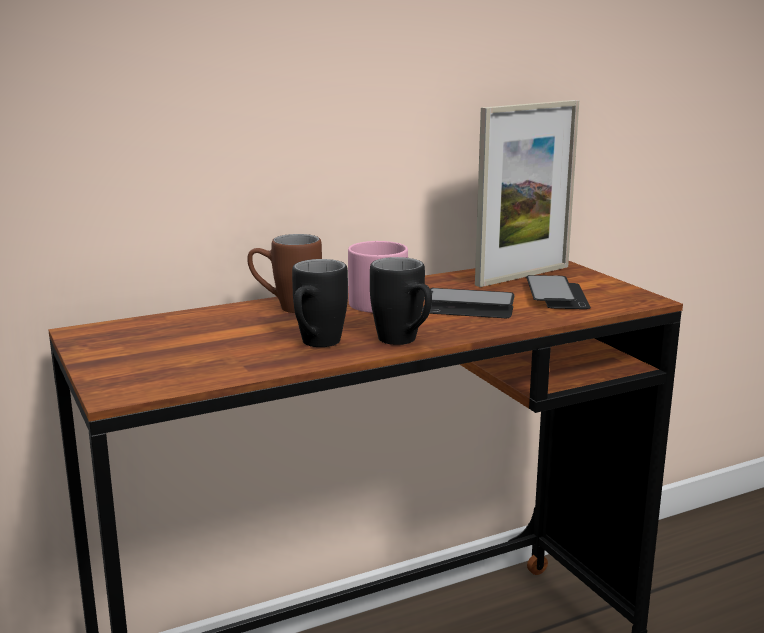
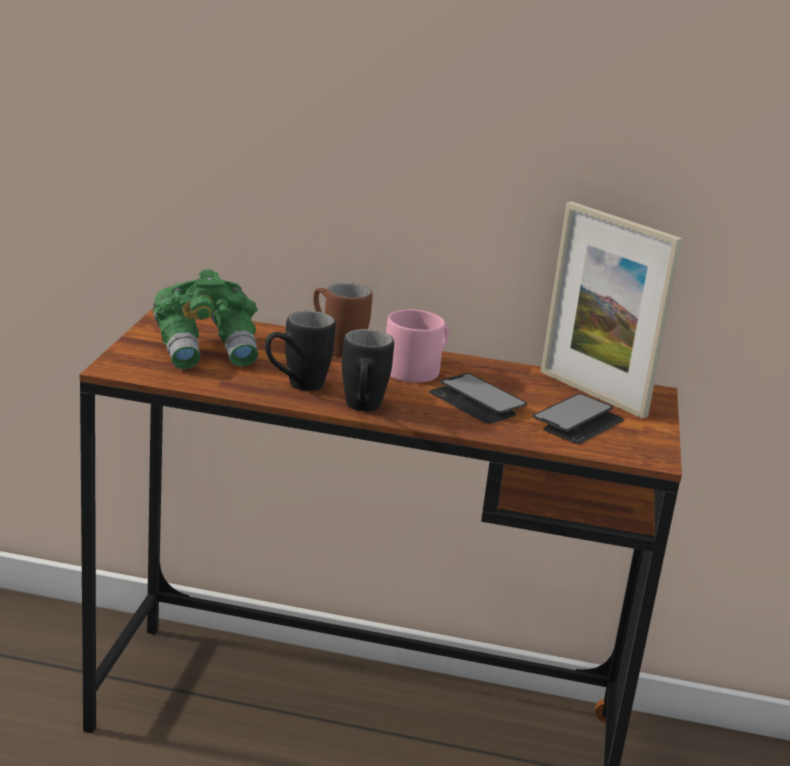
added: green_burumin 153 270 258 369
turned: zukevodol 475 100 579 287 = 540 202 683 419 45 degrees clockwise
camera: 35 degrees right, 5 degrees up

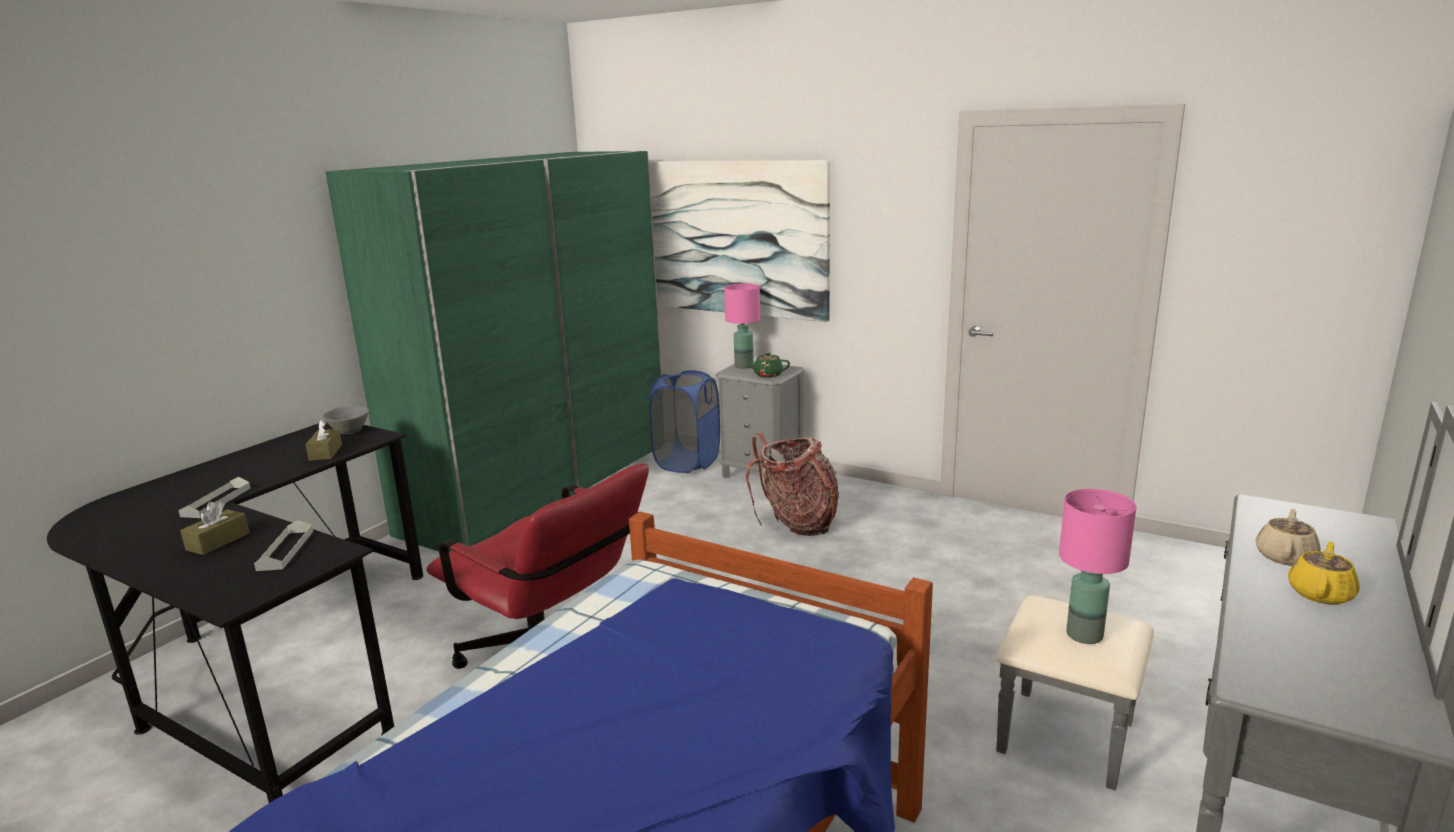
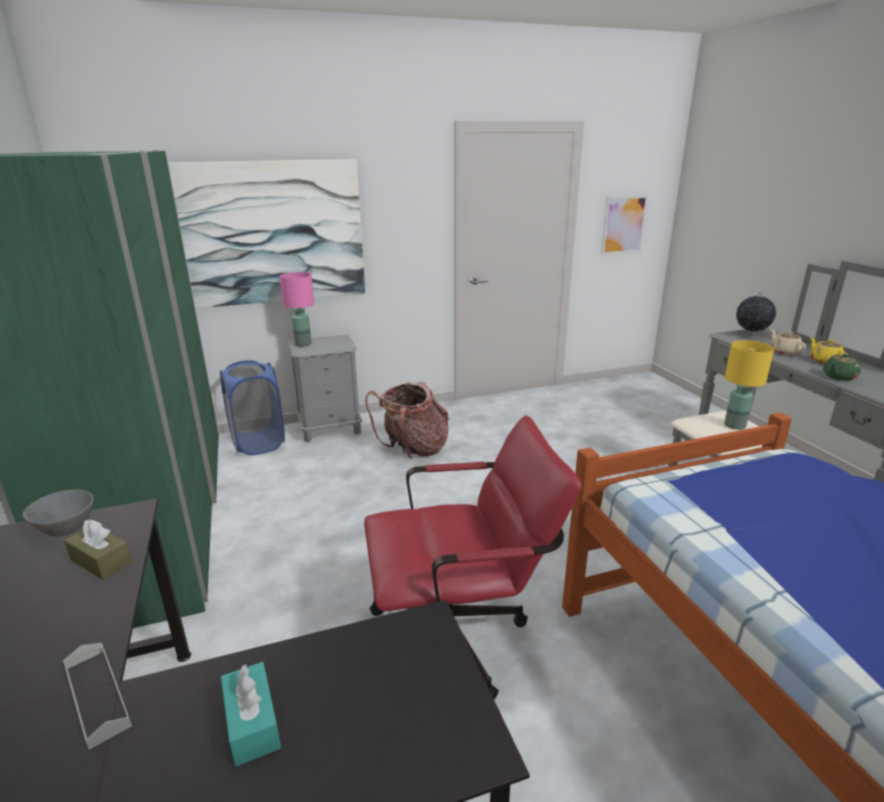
removed: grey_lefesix 254 520 313 571
added: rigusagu 601 195 648 255; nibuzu 736 292 776 336
moved: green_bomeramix 744 352 790 378 to 823 353 860 381
recoloured: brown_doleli 180 501 250 555 to turquoise_doleli 221 662 281 766; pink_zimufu 1059 489 1136 644 to yellow_zimufu 724 340 774 430
camera: 50 degrees left, 5 degrees up

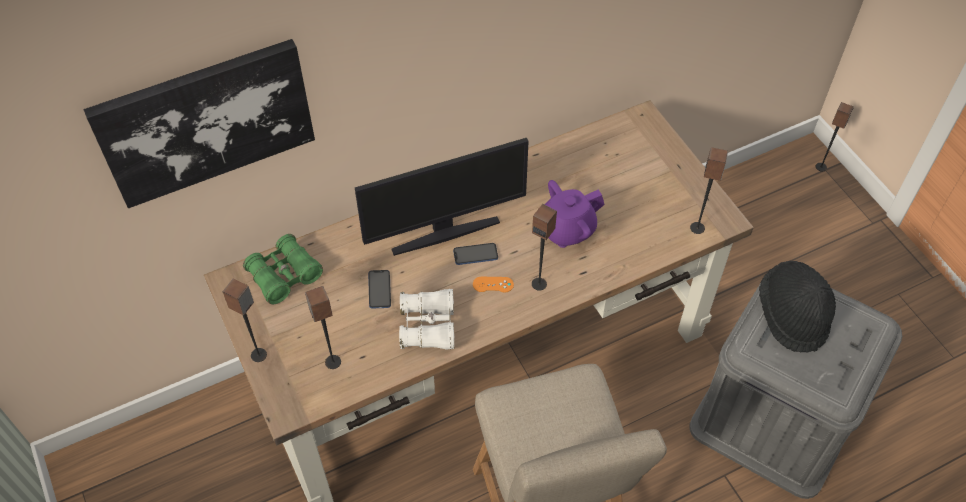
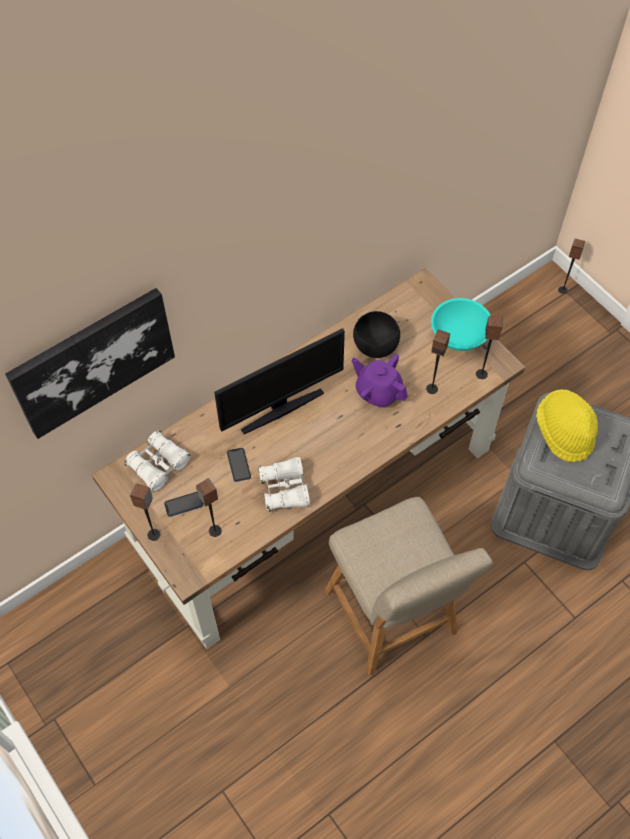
removed: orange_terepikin 473 277 514 292
added: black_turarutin 353 311 400 358; turquoise_turarutin 431 298 491 351
moved: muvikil 453 243 498 265 to 164 492 203 517; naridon 532 204 557 291 to 426 329 450 394
recoloured: green_burumin 243 234 323 304 to white_burumin 124 430 190 491; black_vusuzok 759 261 836 353 to yellow_vusuzok 536 389 598 462
turned: purple_bomeramix 545 180 605 248 = 352 354 408 408 75 degrees clockwise
camera: 10 degrees left, 5 degrees up

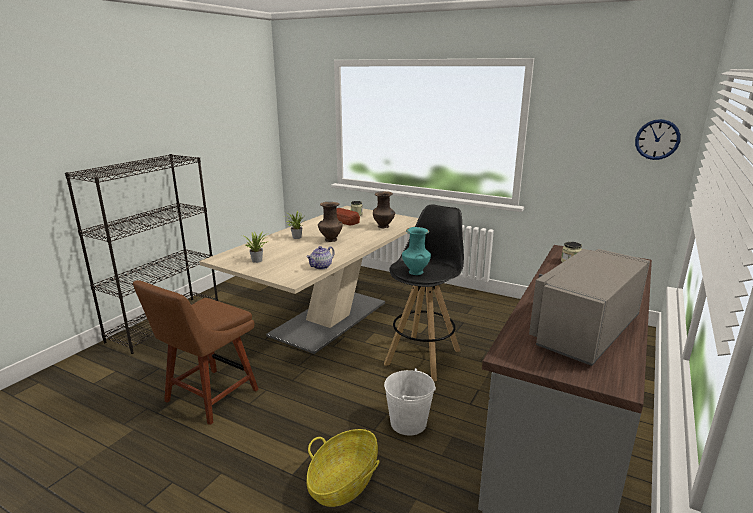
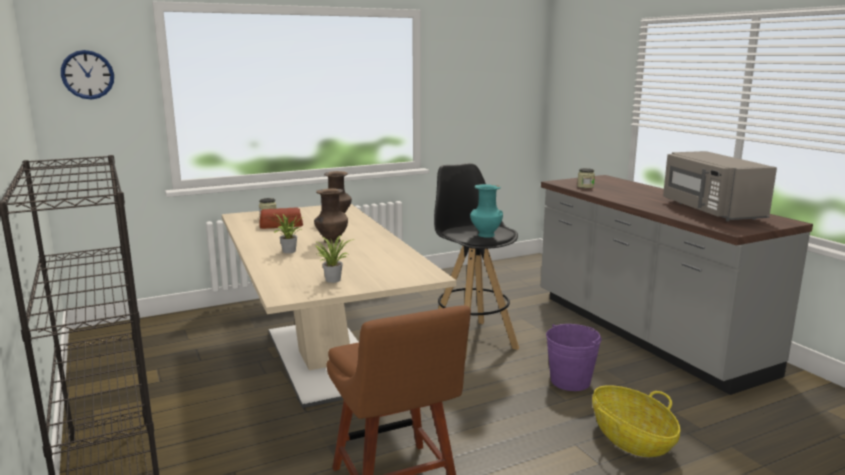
removed: bomeramix 306 246 335 269
moved: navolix 635 119 681 160 to 61 50 114 99
recoloured: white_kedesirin 384 368 436 435 to purple_kedesirin 546 324 601 391
camera: 55 degrees left, 5 degrees down

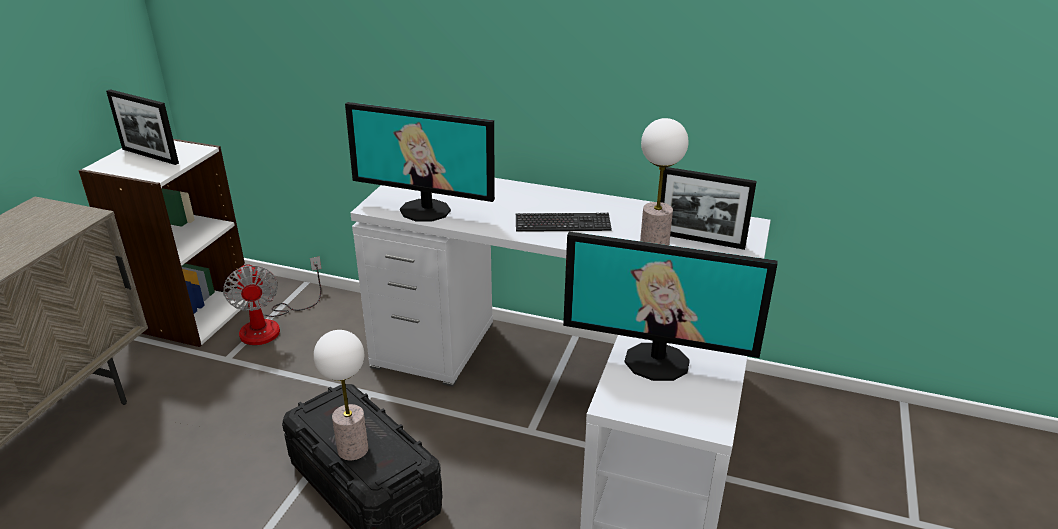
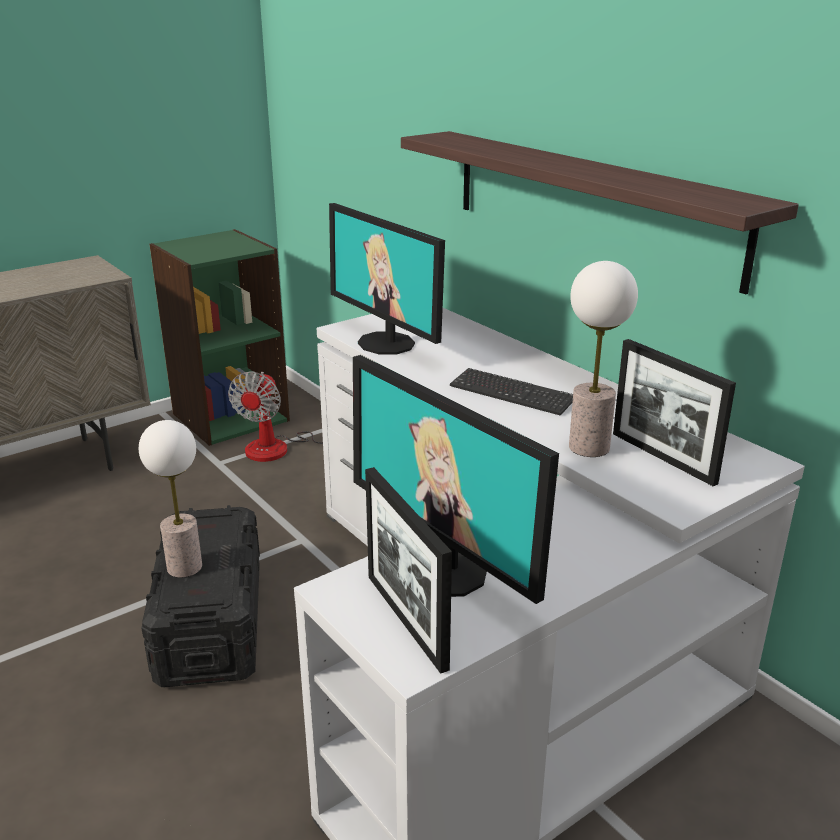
added: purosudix 401 131 799 294
moved: zukevodol 106 89 179 165 to 365 467 452 674
recoloured: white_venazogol 79 139 247 347 to green_venazogol 150 229 290 446
camera: 35 degrees right, 5 degrees down

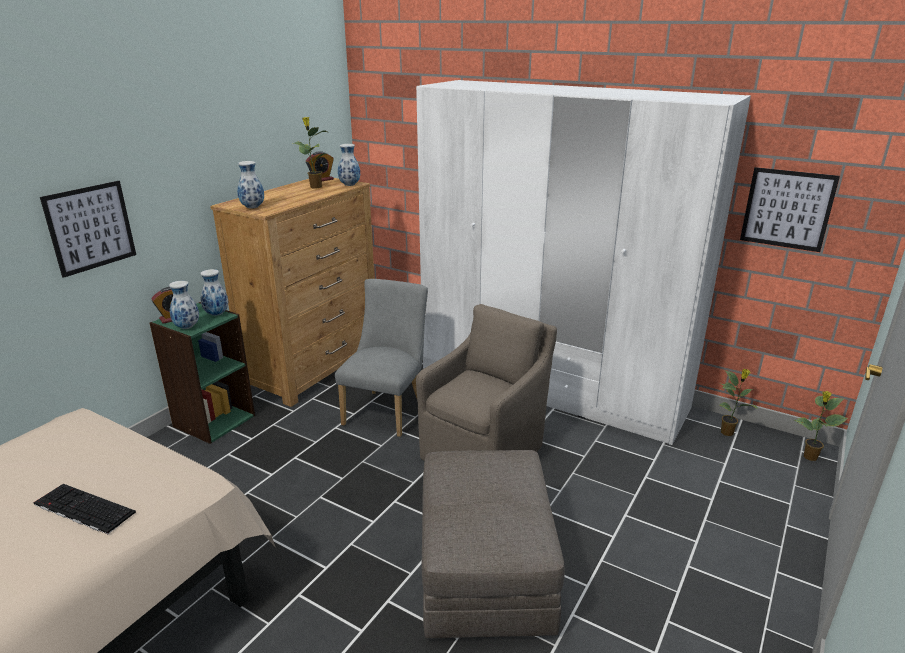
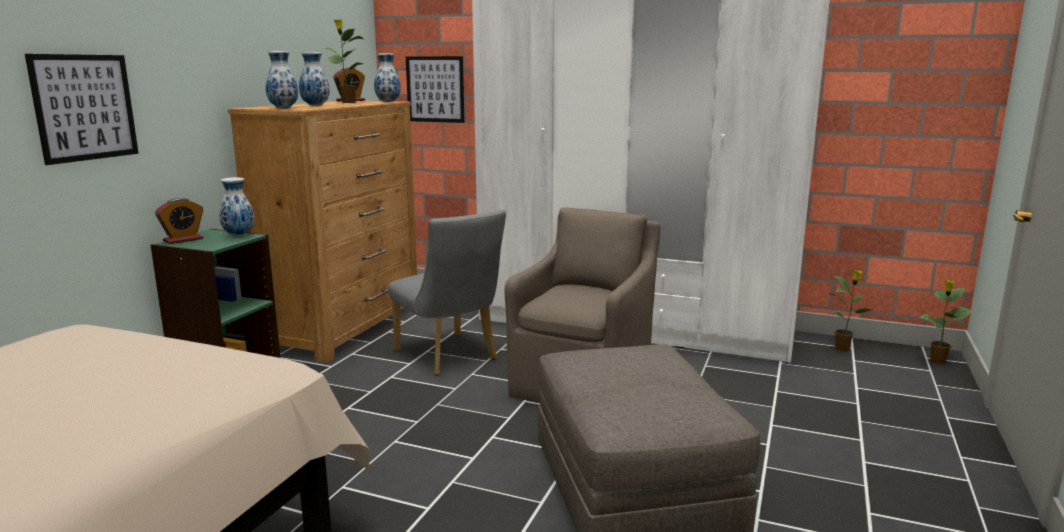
removed: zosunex 33 484 136 534
moved: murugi 169 281 199 329 to 299 52 330 106; rigusagu 740 167 840 252 to 406 56 465 123
turned: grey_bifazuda 335 279 428 437 = 389 209 506 375 135 degrees clockwise
camera: 10 degrees left, 10 degrees down

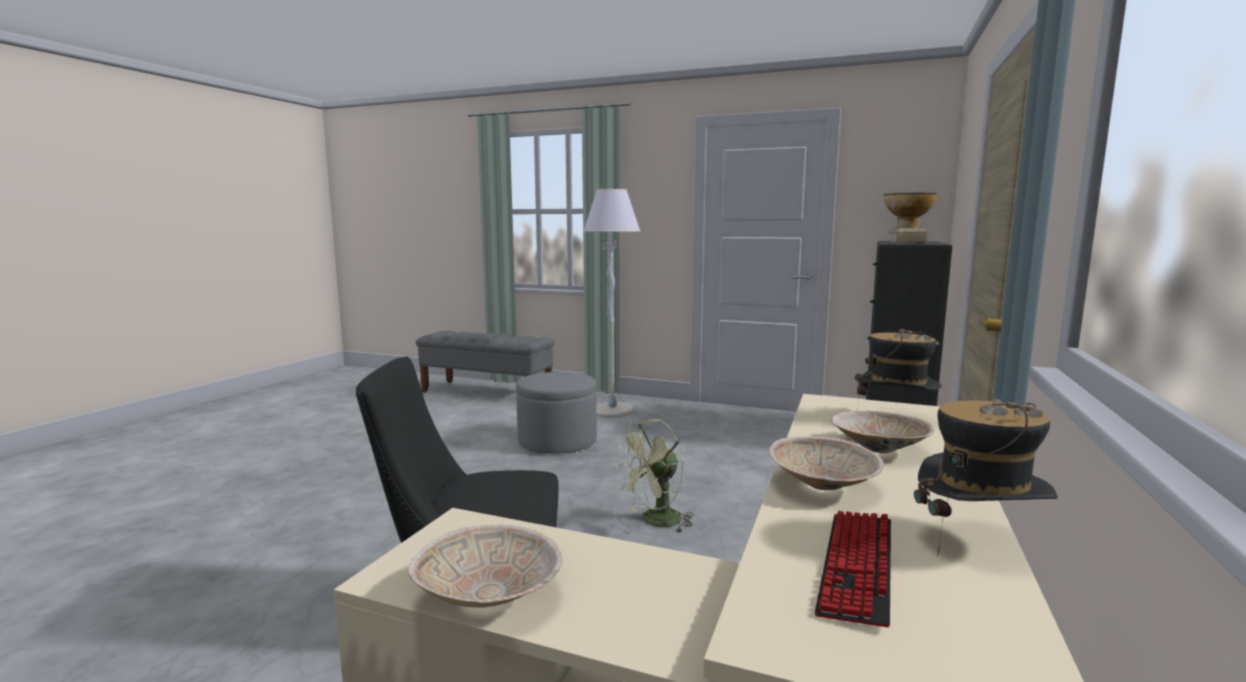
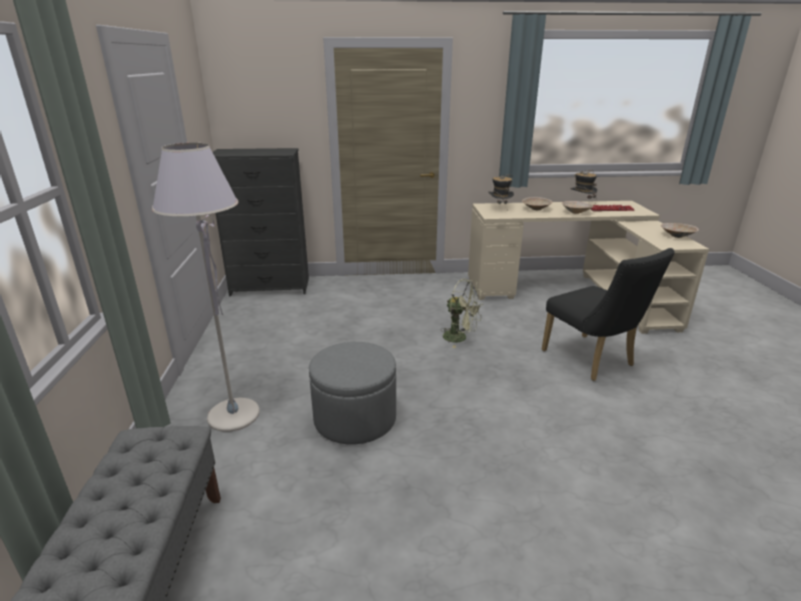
removed: murugi 884 192 938 243
camera: 115 degrees left, 15 degrees up

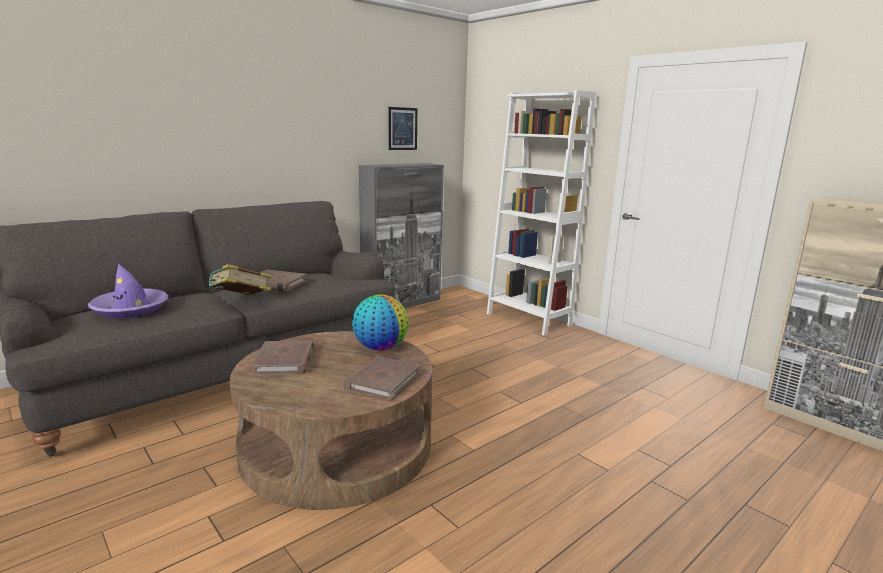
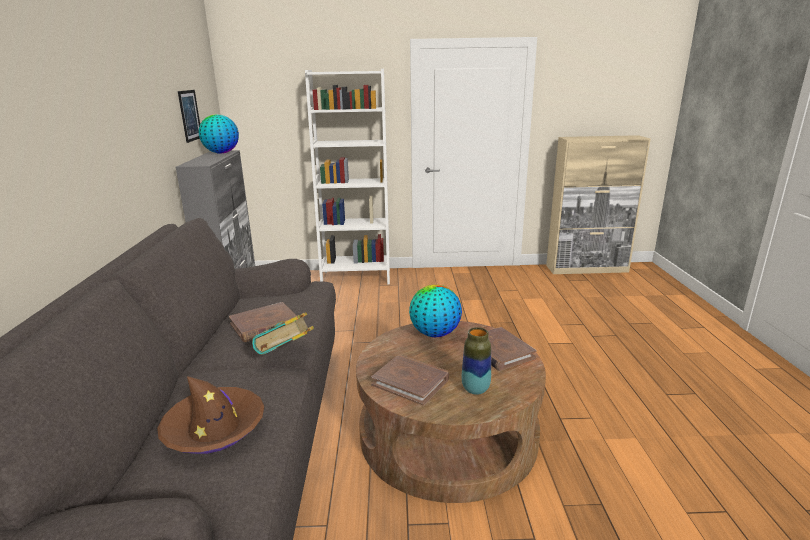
added: nibuzu 199 114 239 153; murugi 462 327 491 395
recoloured: purple_vusuzok 88 264 169 318 to brown_vusuzok 157 376 264 454
camera: 50 degrees left, 5 degrees up

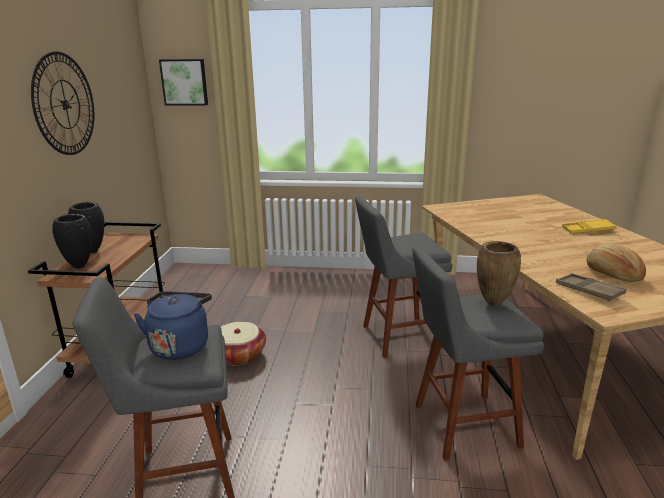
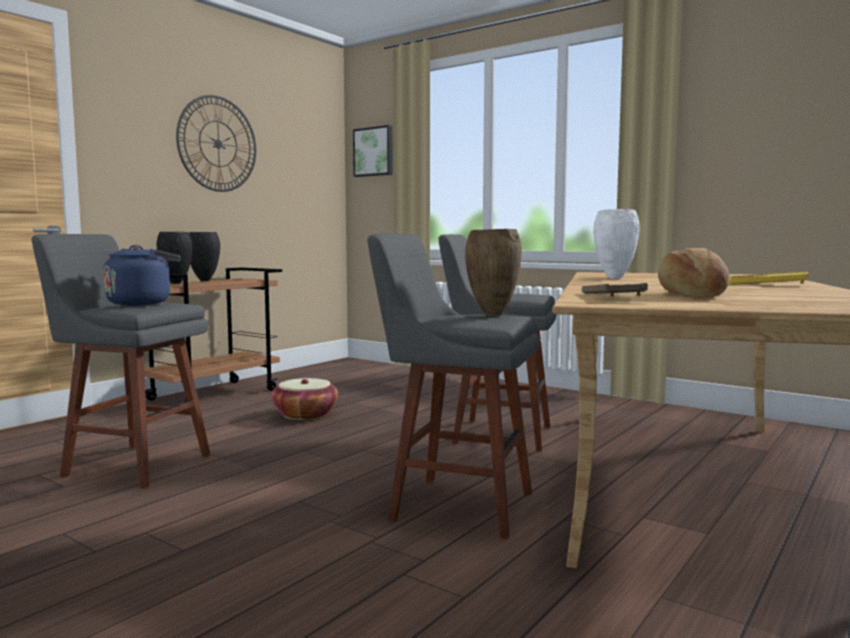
added: white_murugi 593 209 640 279
camera: 30 degrees right, 15 degrees down

